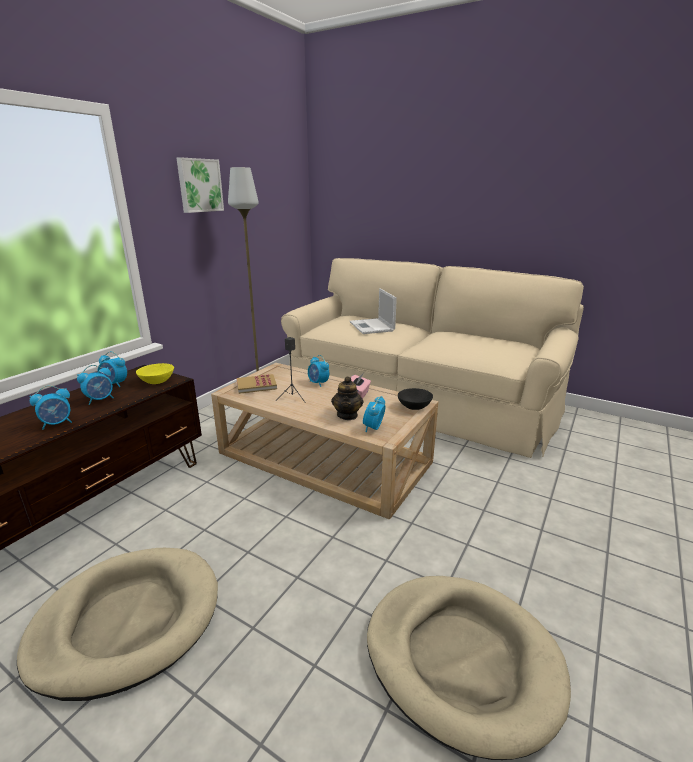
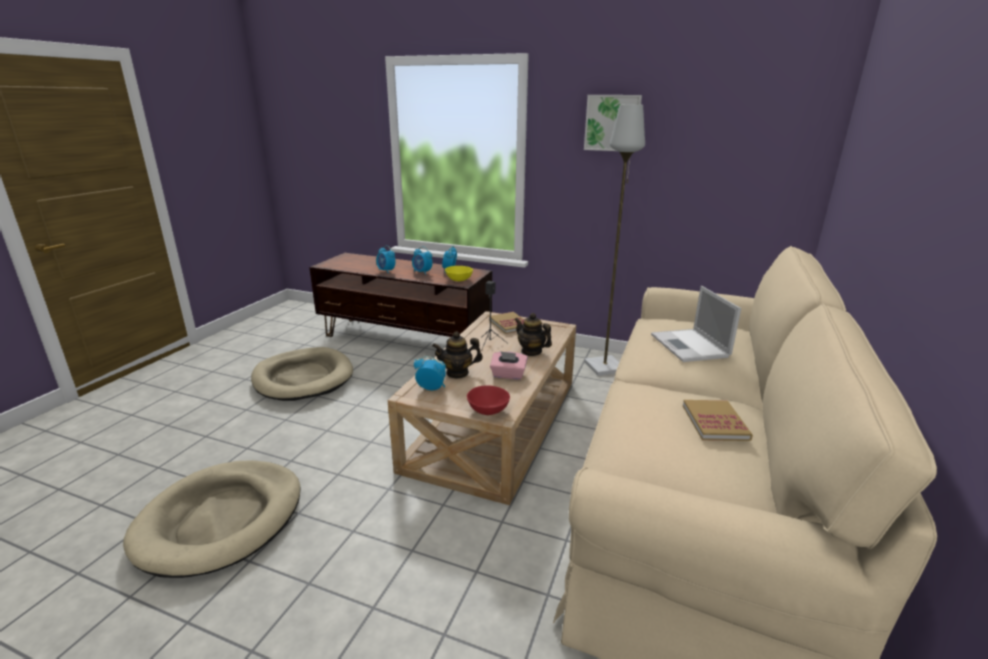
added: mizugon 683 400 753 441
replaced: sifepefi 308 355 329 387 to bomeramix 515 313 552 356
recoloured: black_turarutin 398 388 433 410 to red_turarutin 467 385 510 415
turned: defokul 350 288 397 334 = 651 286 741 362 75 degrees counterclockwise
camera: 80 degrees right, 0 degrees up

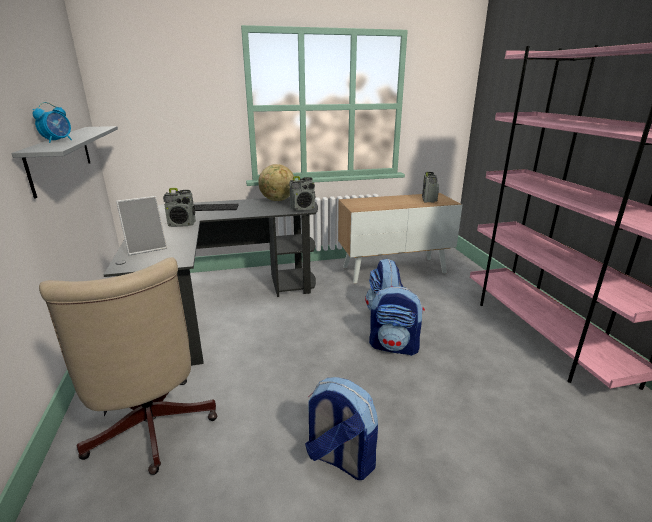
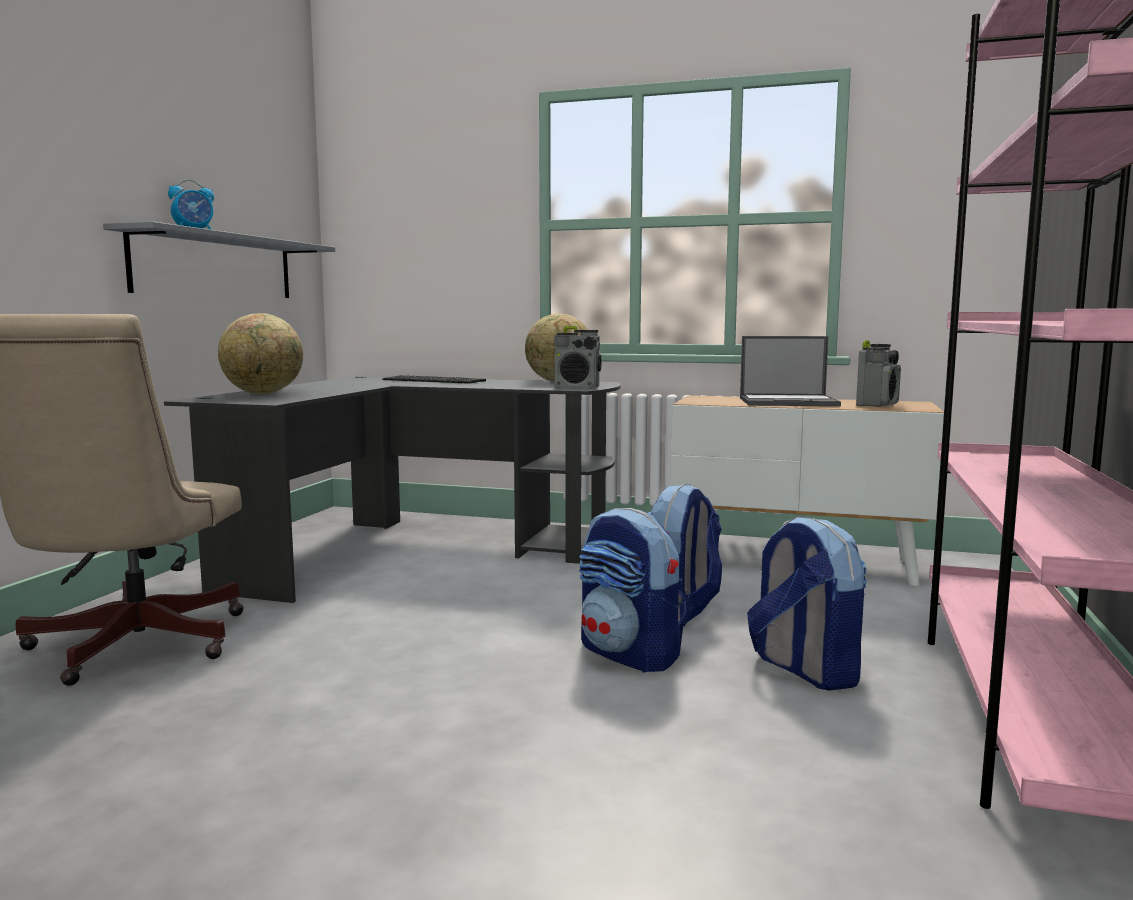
removed: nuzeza 163 188 196 227
added: defokul 740 336 841 406
moved: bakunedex 305 377 378 480 to 747 516 867 691
replaced: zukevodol 116 196 167 256 to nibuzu 218 313 303 394
camera: 30 degrees right, 15 degrees down

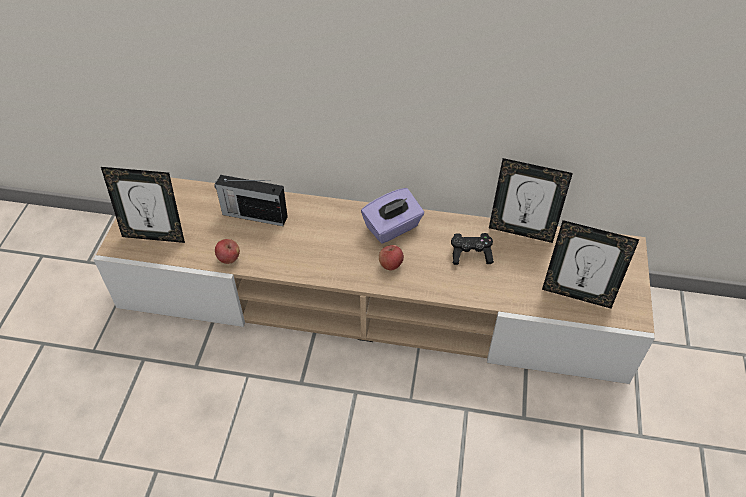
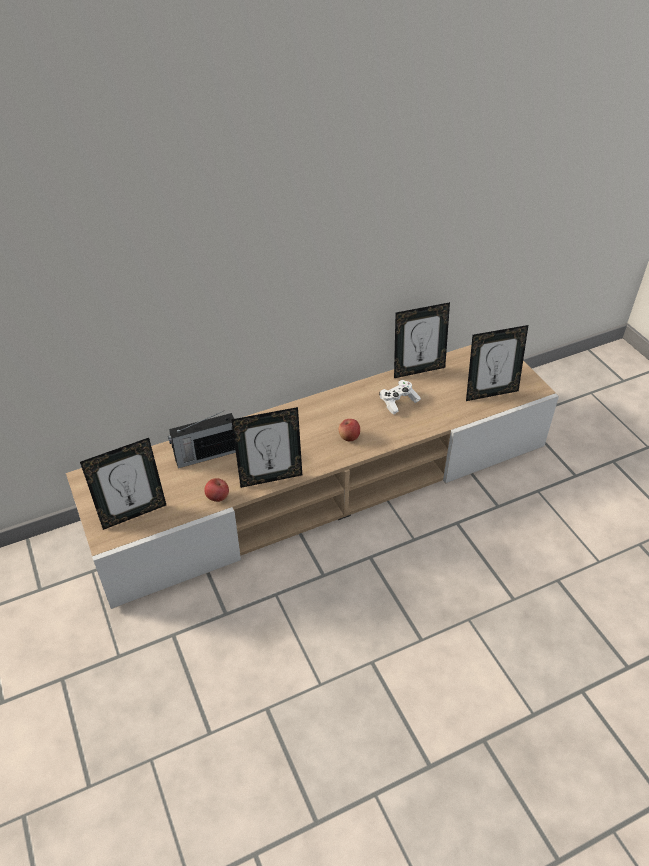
removed: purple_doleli 361 188 424 244
added: zukevodol 231 407 302 488
recoloured: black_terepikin 451 233 494 265 to white_terepikin 379 380 421 415
camera: 35 degrees left, 5 degrees down

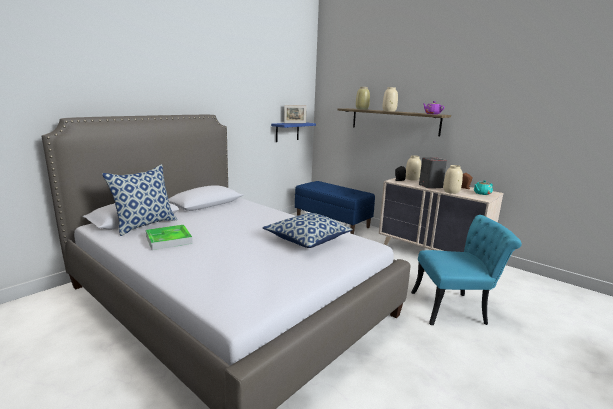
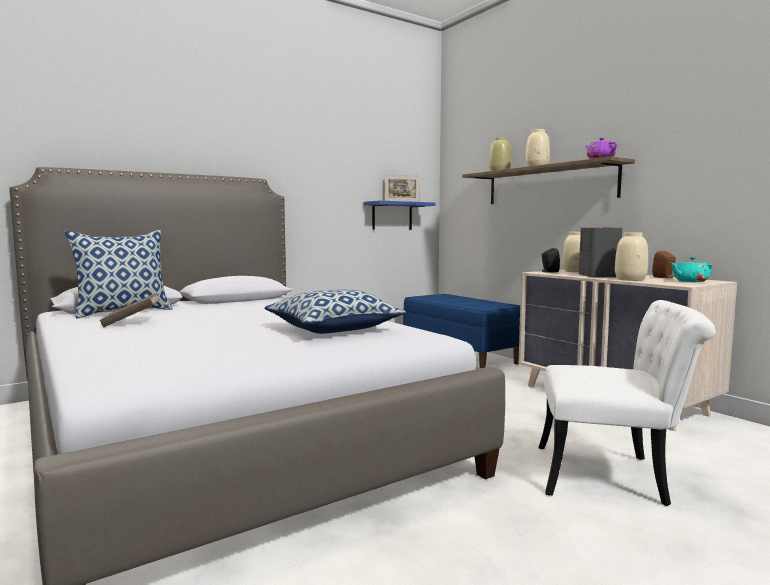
replaced: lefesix 146 225 192 250 to brown_mizugon 100 293 160 327
recoloured: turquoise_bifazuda 411 215 522 325 to white_bifazuda 539 300 715 506
camera: 15 degrees right, 10 degrees down

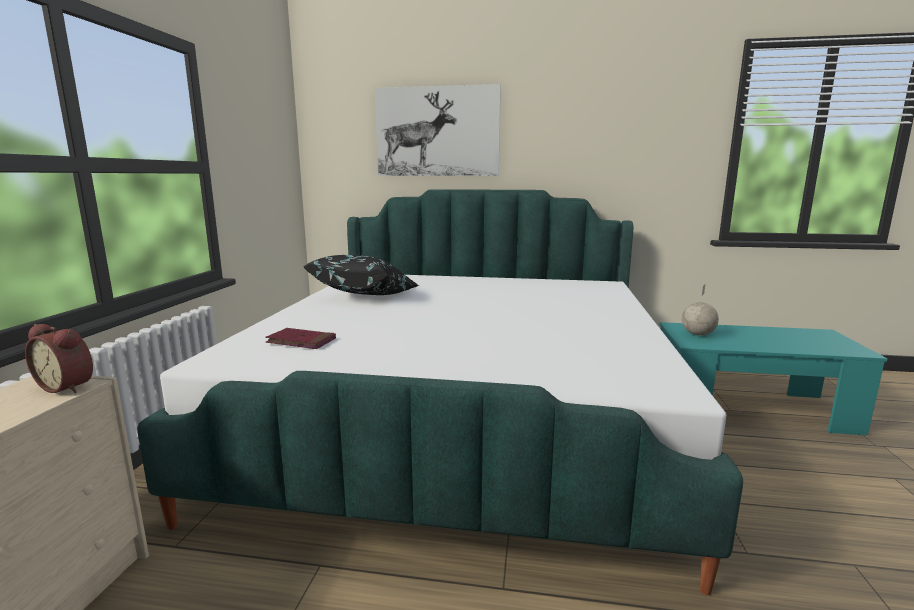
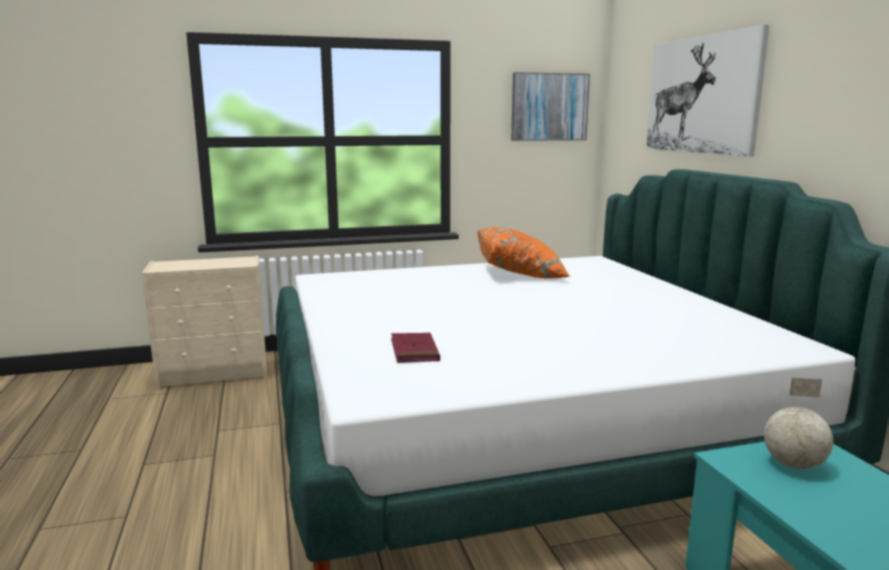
removed: sifepefi 25 324 93 393
added: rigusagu 511 72 590 141
moved: red_mizugon 265 328 336 349 to 391 333 440 363
recoloured: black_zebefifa 304 255 419 295 to orange_zebefifa 477 227 570 279
camera: 65 degrees right, 0 degrees up

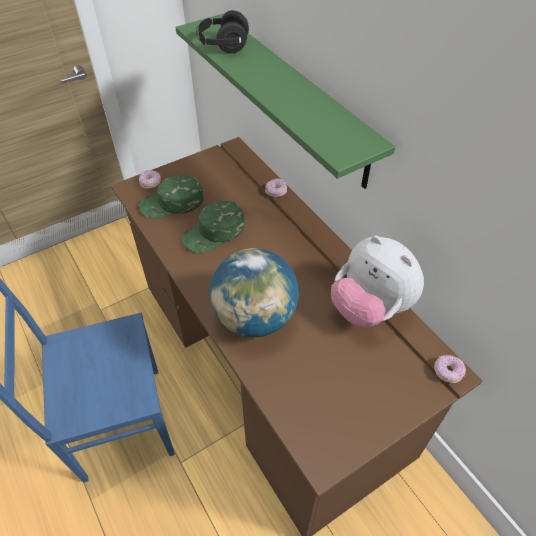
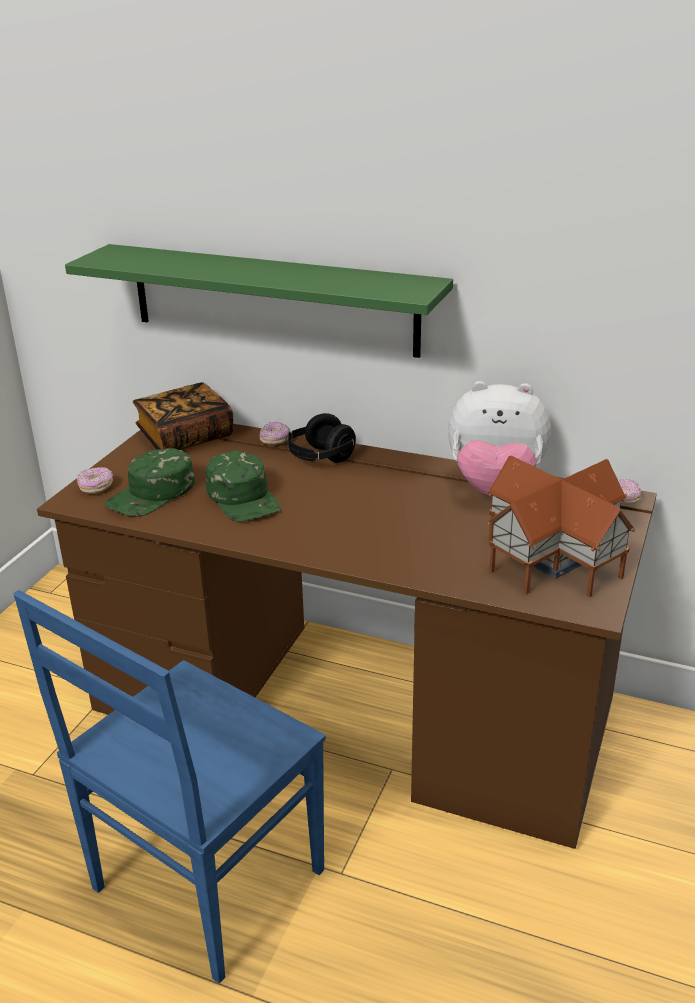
removed: nibuzu 210 248 299 337
added: mizugon 133 382 233 450; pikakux 487 456 635 597
moved: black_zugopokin 196 10 249 53 to 285 413 356 463
turned: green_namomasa 181 200 245 253 = 205 450 281 522 45 degrees counterclockwise
camera: 35 degrees left, 20 degrees down

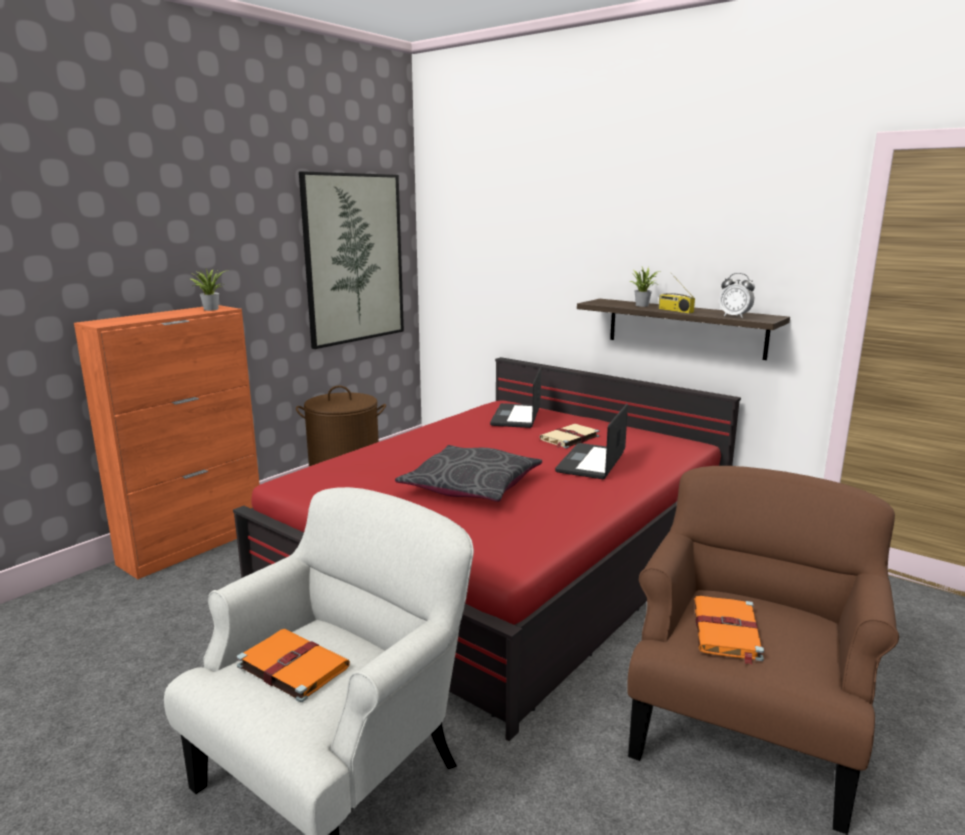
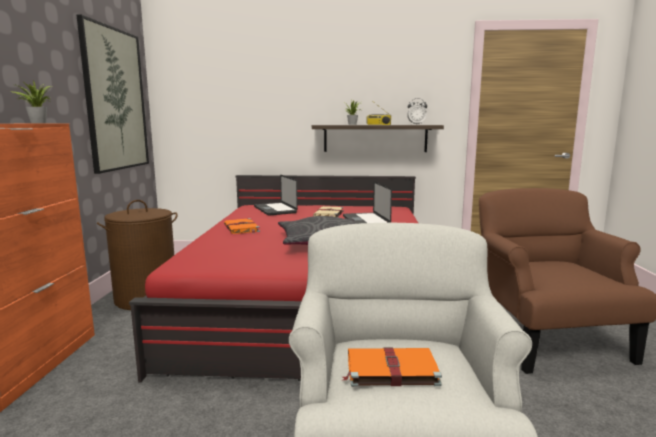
moved: orange_mizugon 694 596 764 665 to 224 218 260 234
camera: 35 degrees left, 5 degrees down

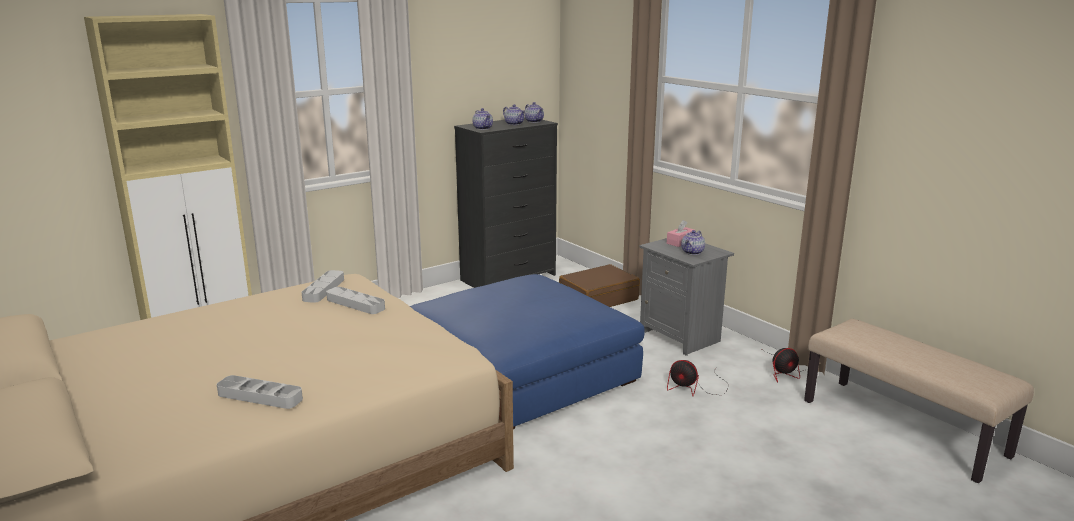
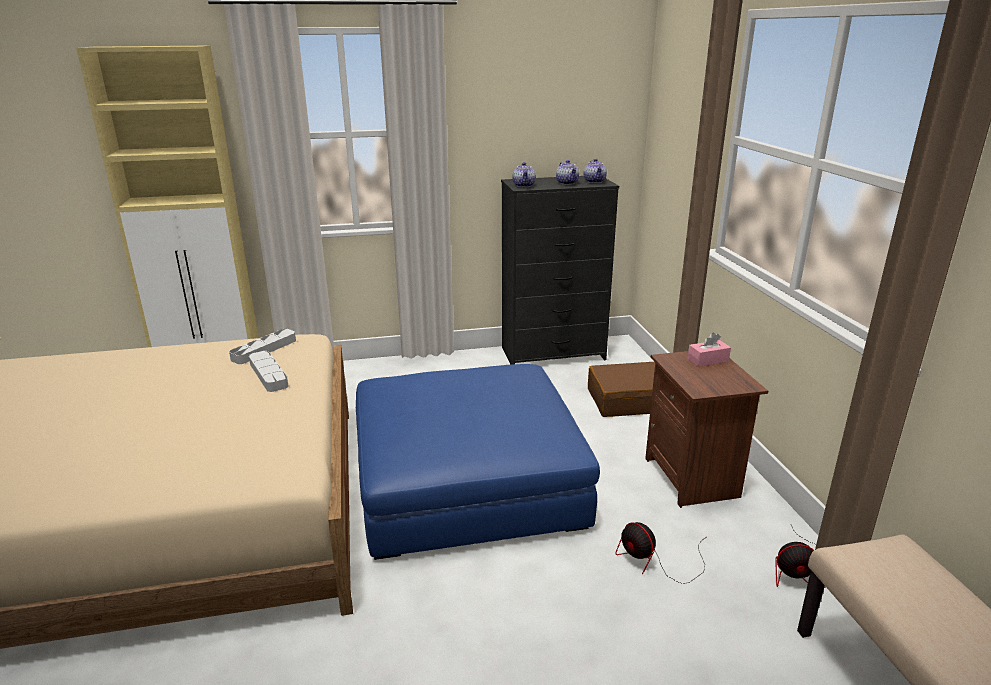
removed: grey_lefesix 217 375 303 409; bomeramix 681 230 705 255
recoloured: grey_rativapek 639 238 734 356 to brown_rativapek 645 351 768 508
camera: 25 degrees right, 5 degrees up

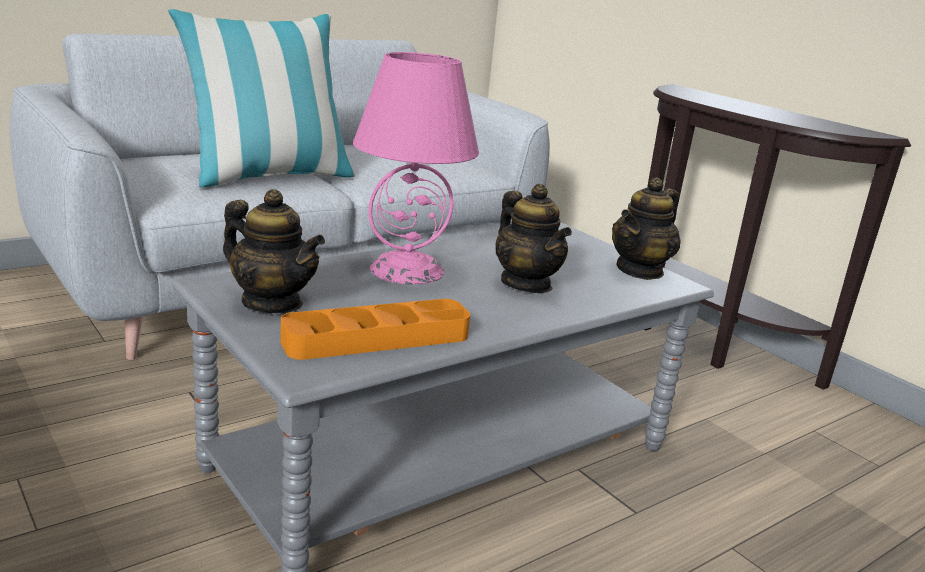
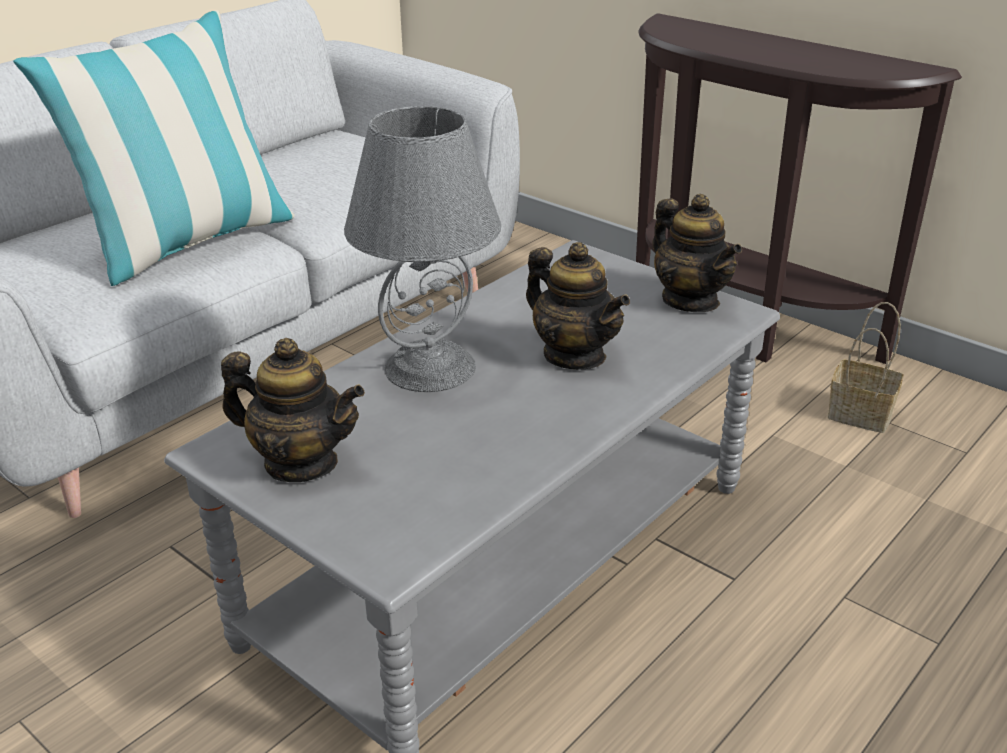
removed: orange_lefesix 280 299 470 360
added: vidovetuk 827 302 904 433
recoloured: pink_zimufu 353 52 479 285 to grey_zimufu 344 106 502 392
turned: bomeramix 612 177 681 280 = 652 194 742 312 60 degrees counterclockwise
camera: 10 degrees left, 10 degrees up

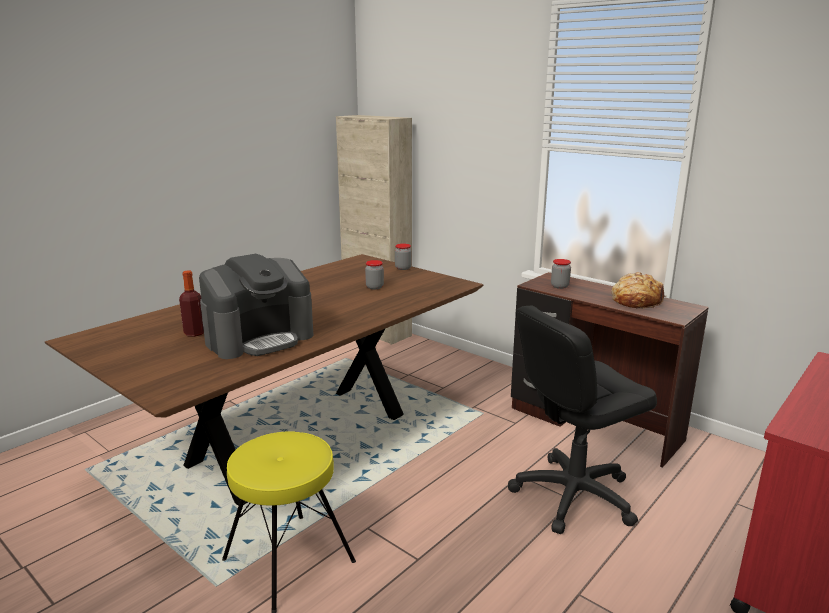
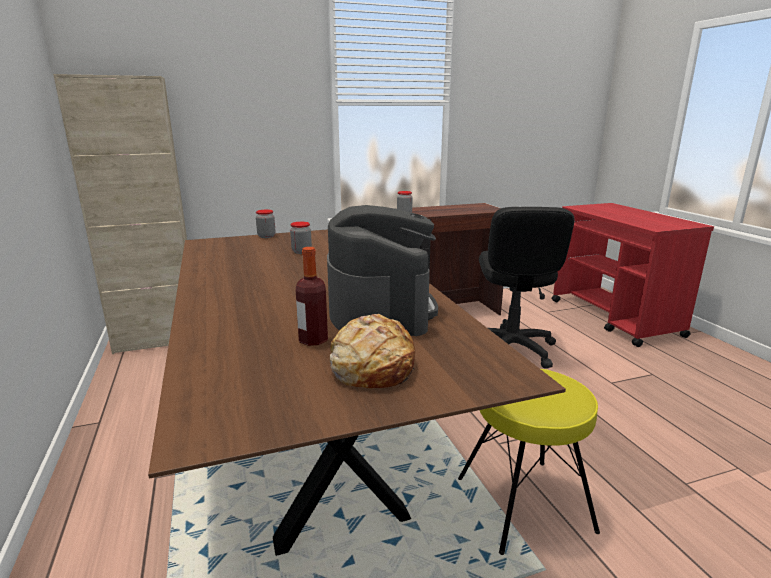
moved: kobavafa 611 272 667 309 to 330 314 415 388
camera: 60 degrees left, 0 degrees up

